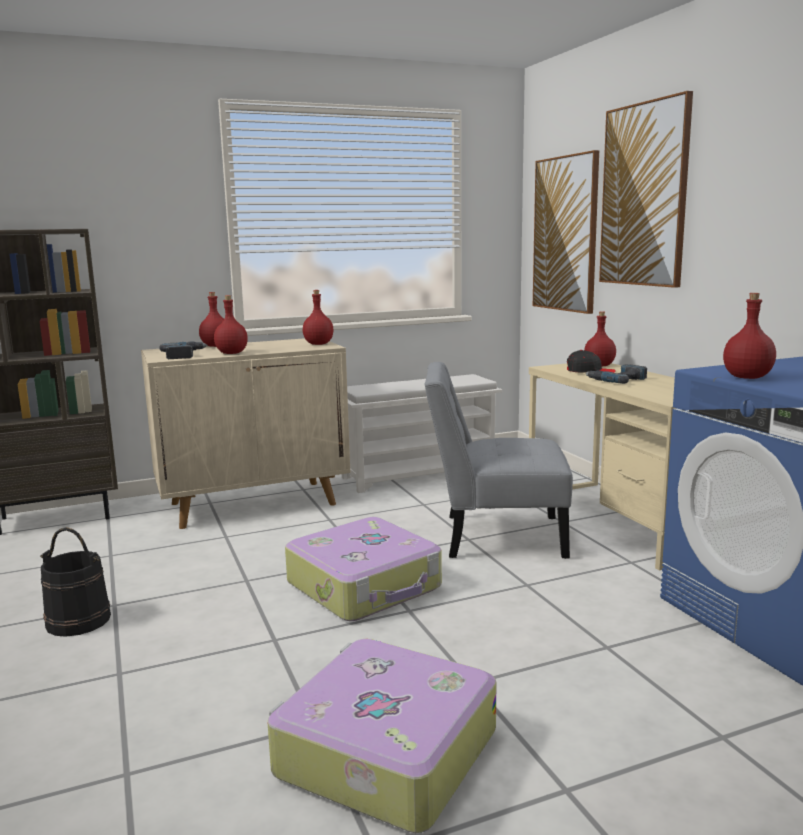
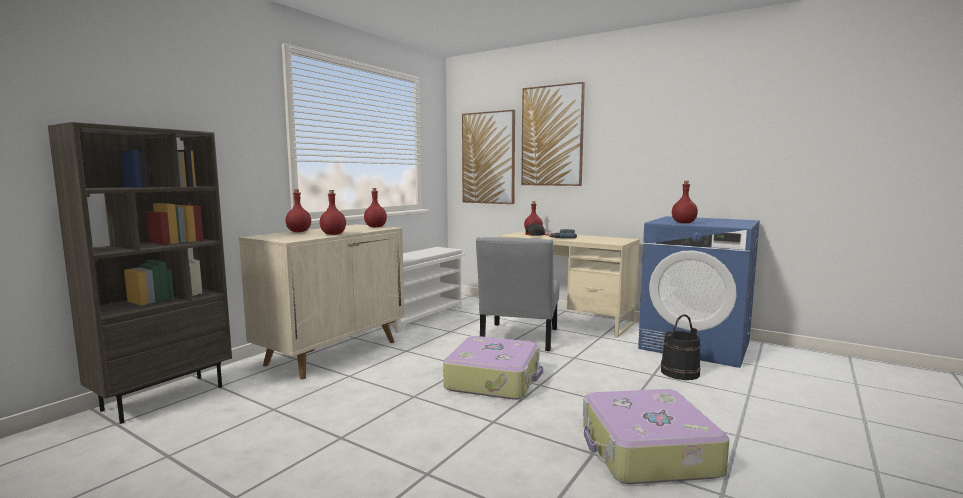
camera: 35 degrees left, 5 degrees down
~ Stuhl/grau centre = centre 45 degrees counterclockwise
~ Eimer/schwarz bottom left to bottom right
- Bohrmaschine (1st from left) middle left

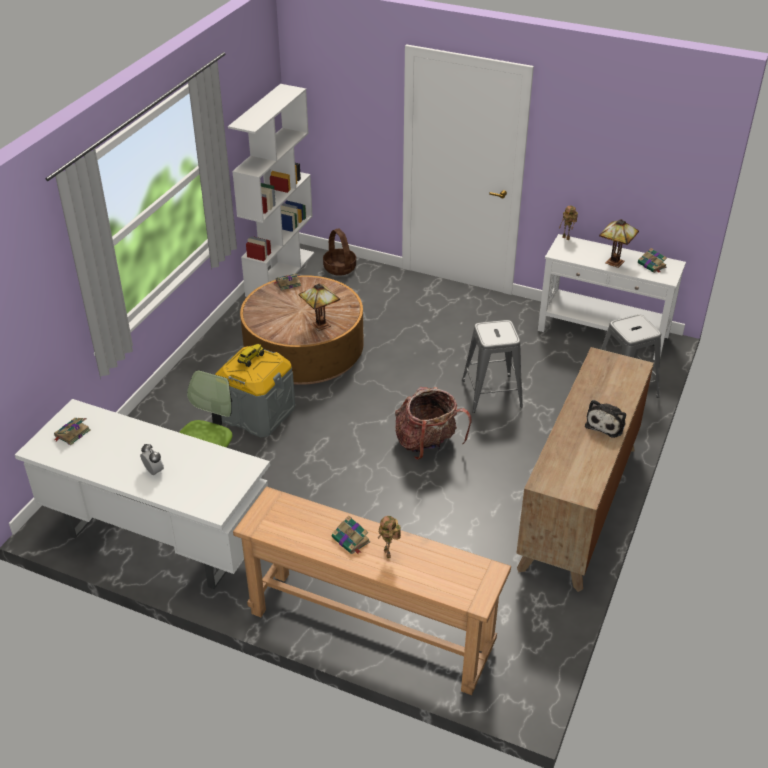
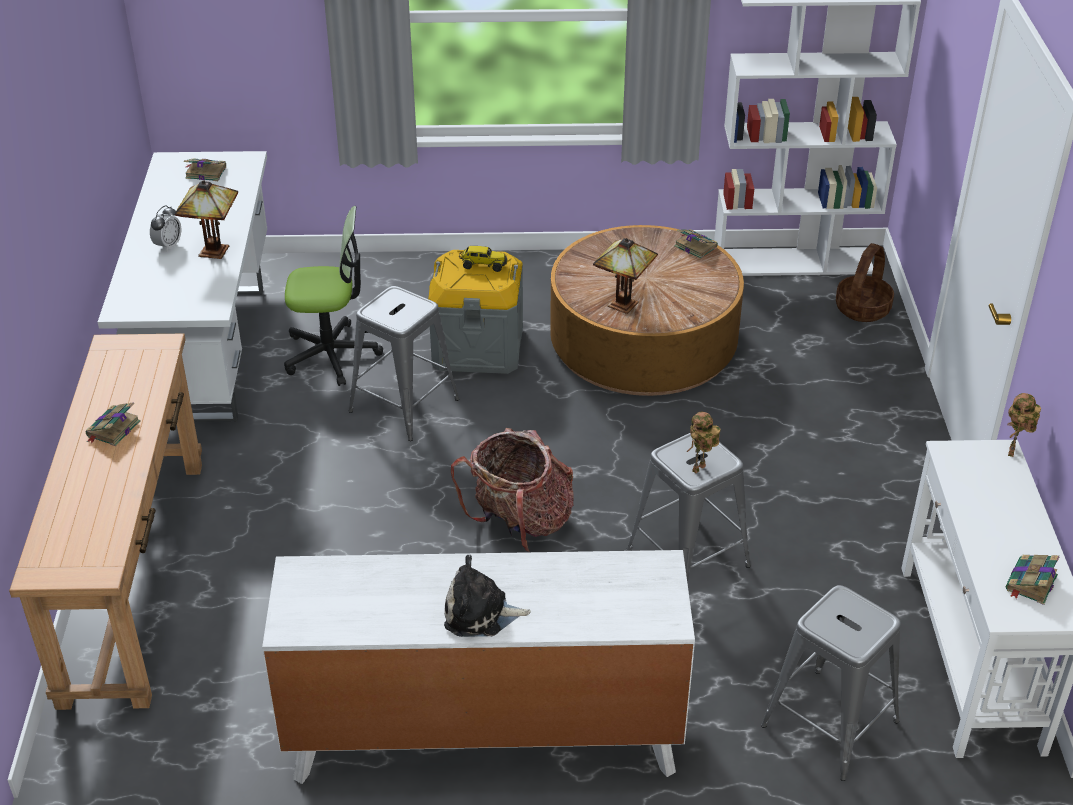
camera: 65 degrees right, 0 degrees up
~ Tischlampe (2nd from left in the first image) top right to Tischlampe (1st from left) top left
~ Kommode/braun middle right to Kommode/weiß bottom centre
+ Hocker/grau (1st from left) centre
~ Spielzeugroboter (1st from left) bottom centre to centre

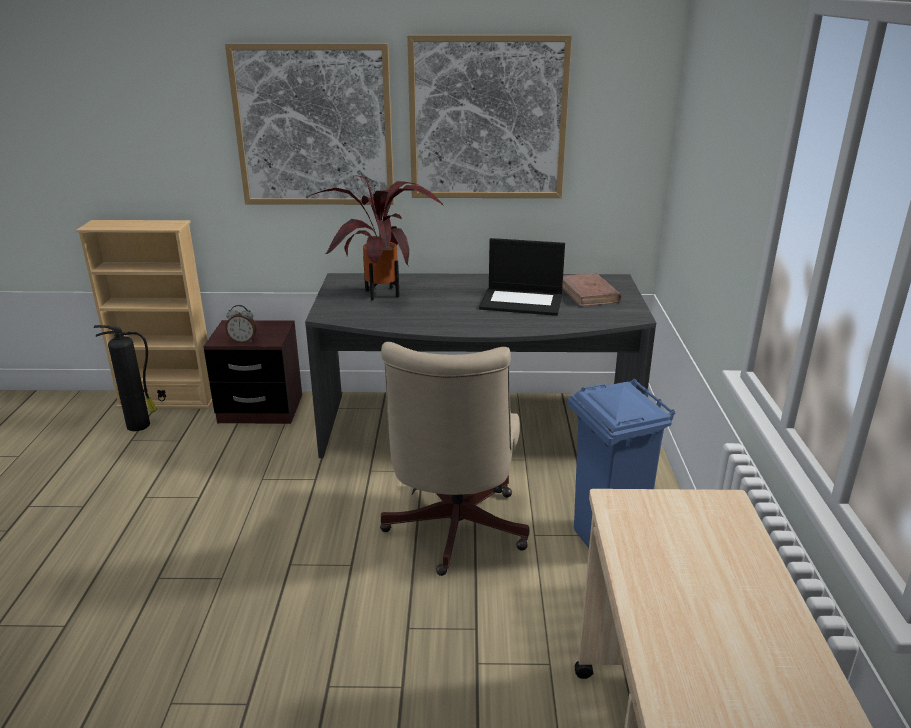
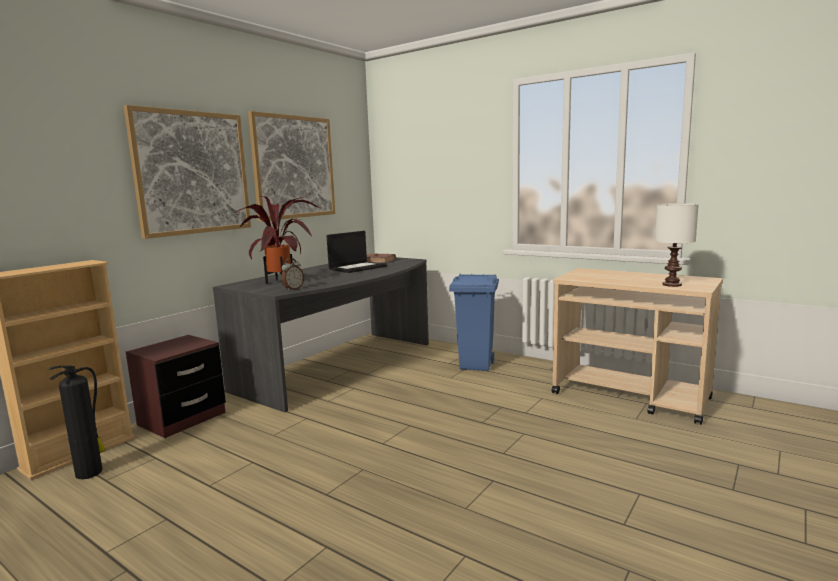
camera: 55 degrees left, 15 degrees down
~ Wecker middle left to centre
+ Tischlampe/weiß middle right
- Bürostuhl/beige centre

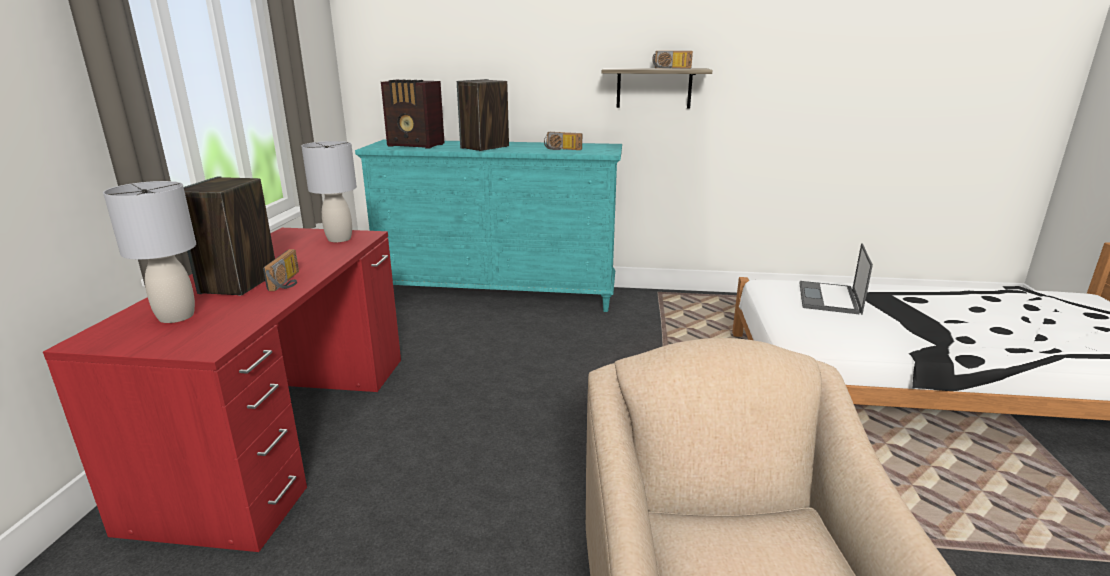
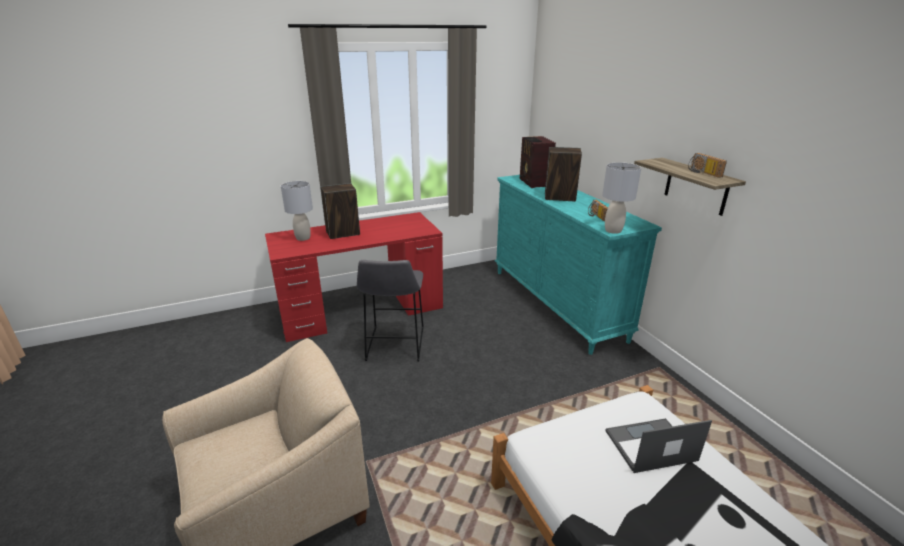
camera: 60 degrees right, 5 degrees up
+ Hocker/grau centre
~ Tischlampe/grau (2nd from left) top left to middle right
- Radio (1st from left) middle left

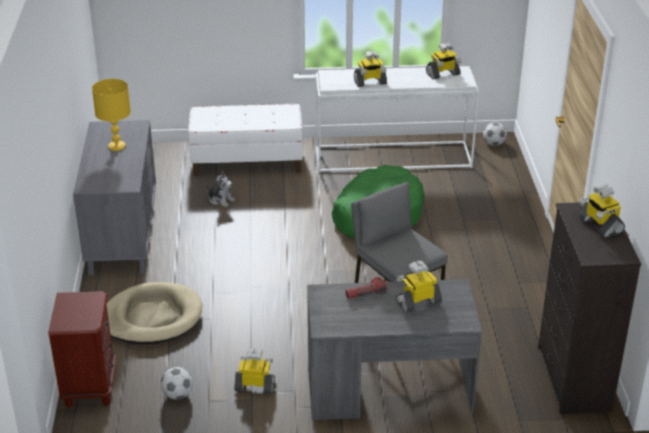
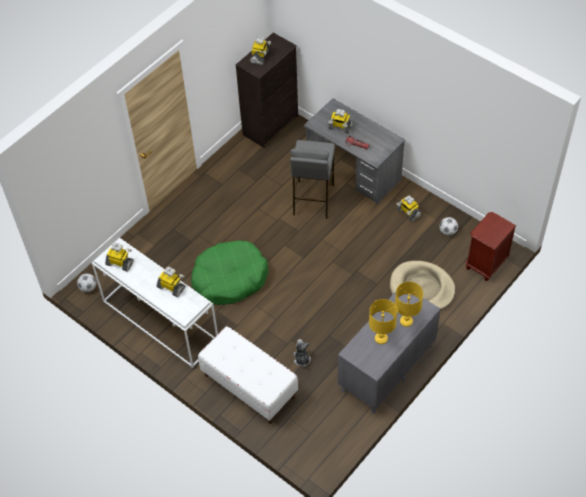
camera: 135 degrees left, 20 degrees up
+ Tischlampe/gelb (2nd from left) middle right

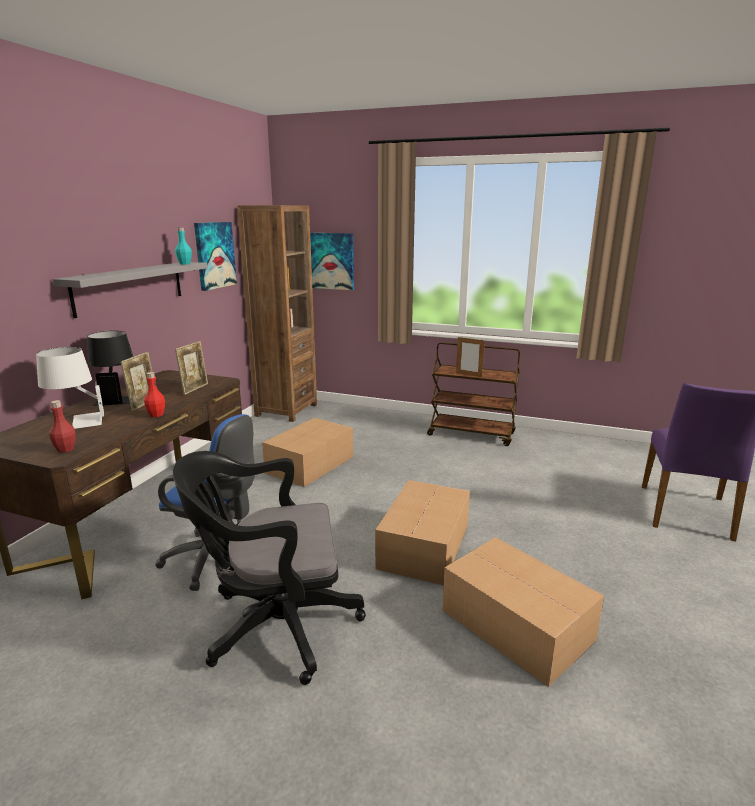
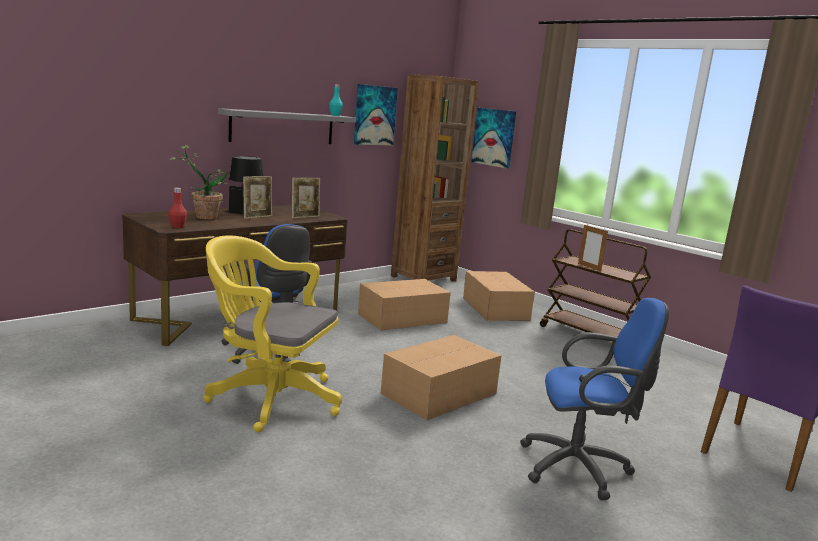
camera: 25 degrees right, 5 degrees down
~ Tischlampe/weiß middle left to Topfpflanze middle left
~ Bürostuhl/schwarz bottom centre to Bürostuhl/gelb middle left
~ Karton (3rd from left) bottom right to centre
+ Bürostuhl/blau (2nd from left) bottom right
- Flasche/rot (2nd from left) middle left

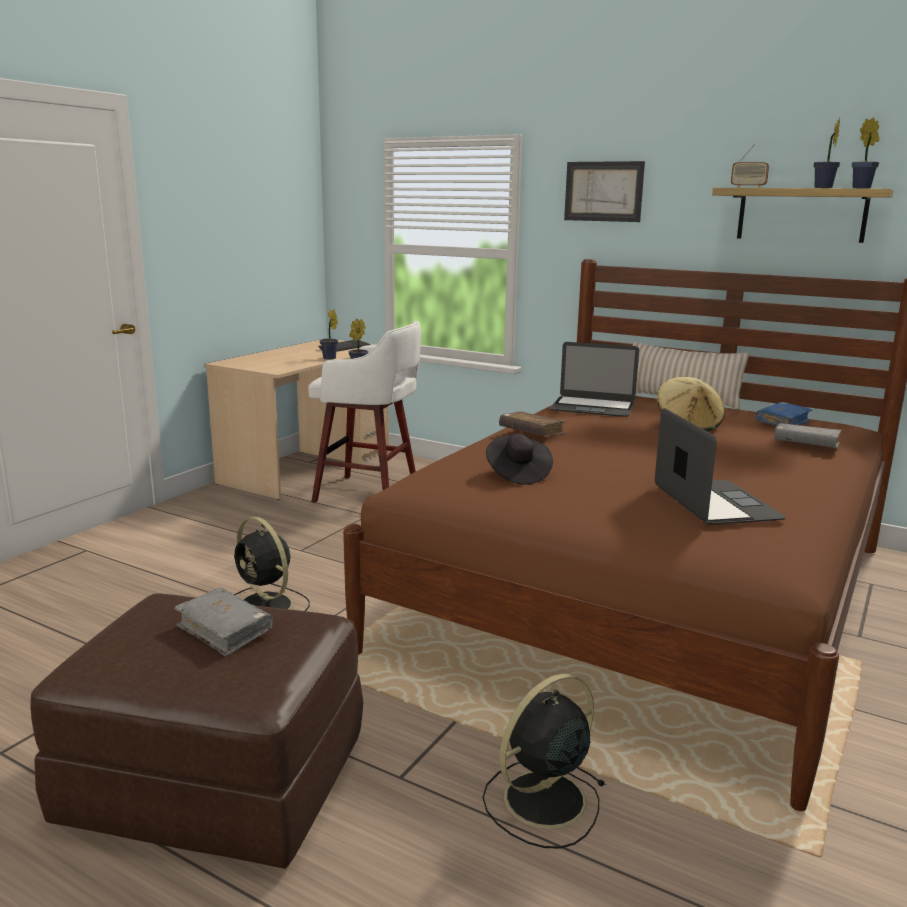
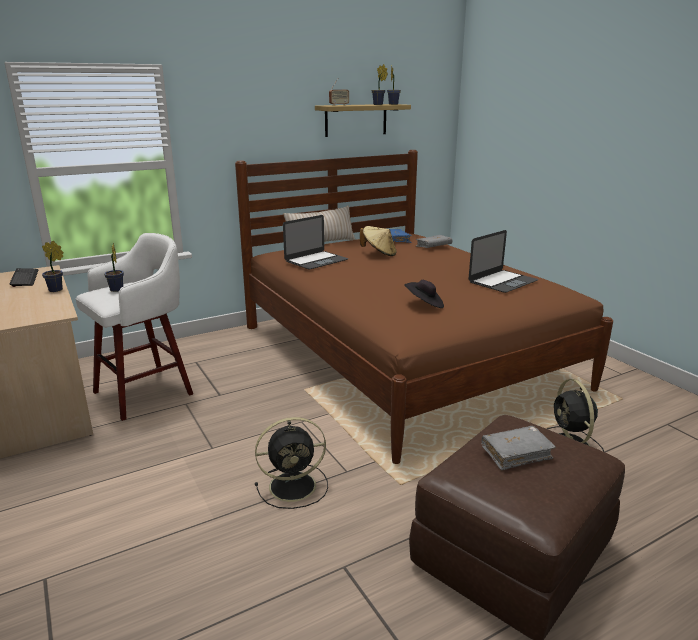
camera: 60 degrees left, 5 degrees up
~ Laptop (2nd from left) middle right = middle right 120 degrees clockwise
- Buch/braun centre
- Bild top centre

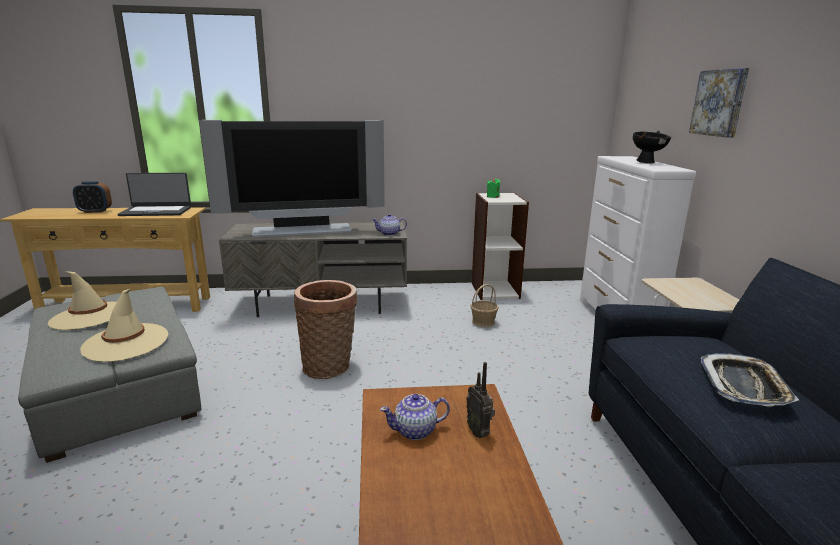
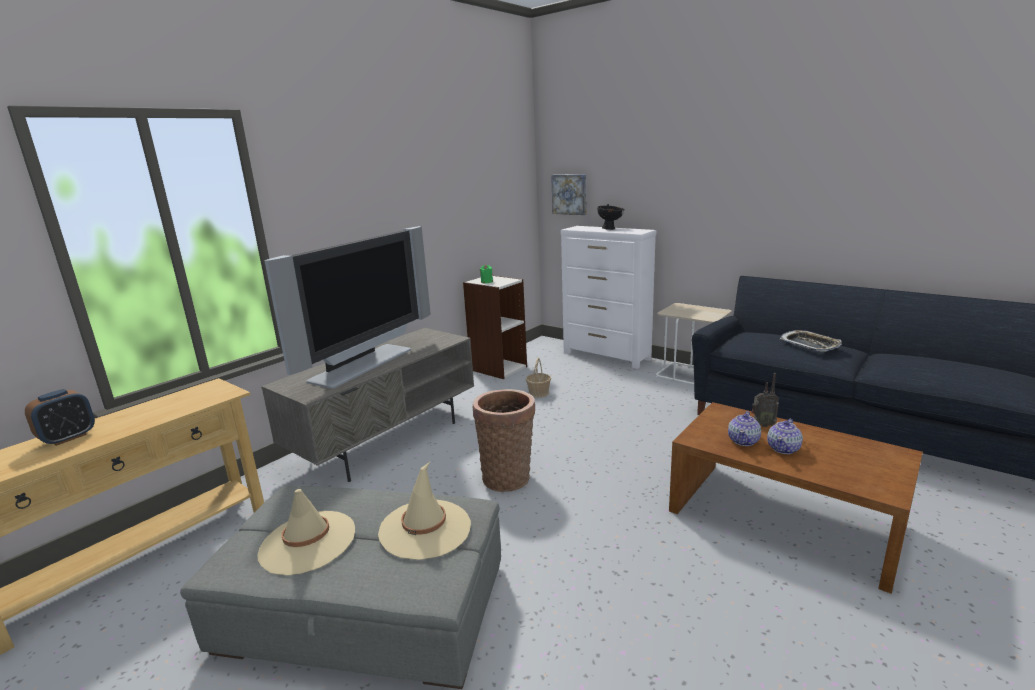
camera: 45 degrees left, 0 degrees up
~ Bild top right to top centre
~ Teekanne (1st from left in the first image) centre to Teekanne (2nd from left) middle right
- Laptop middle left

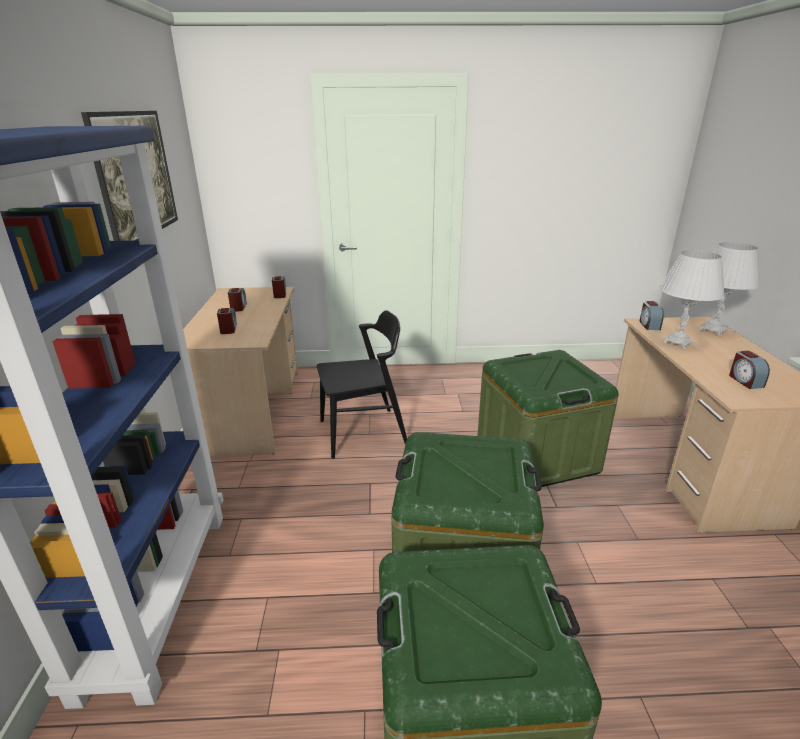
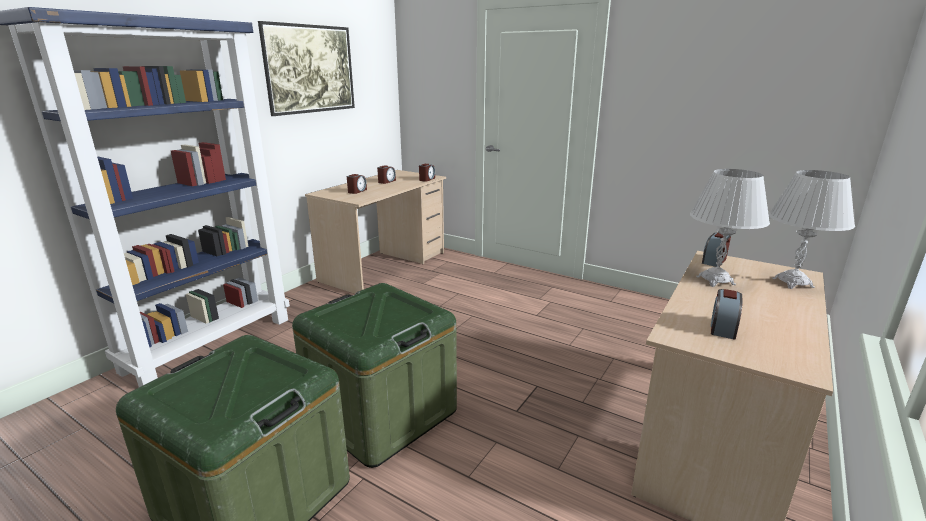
camera: 35 degrees right, 5 degrees down
- Stuhl/schwarz centre
- Aufbewahrungsbox/grün (3rd from left) middle right

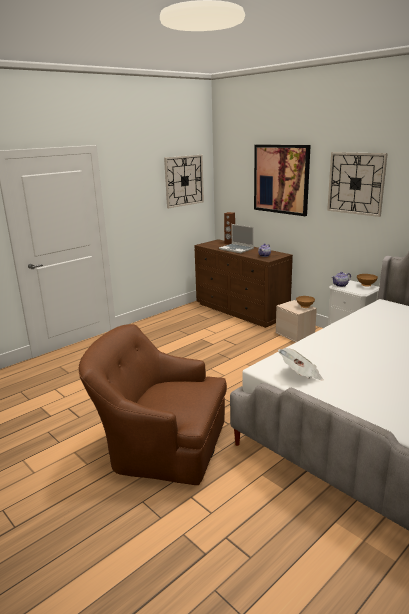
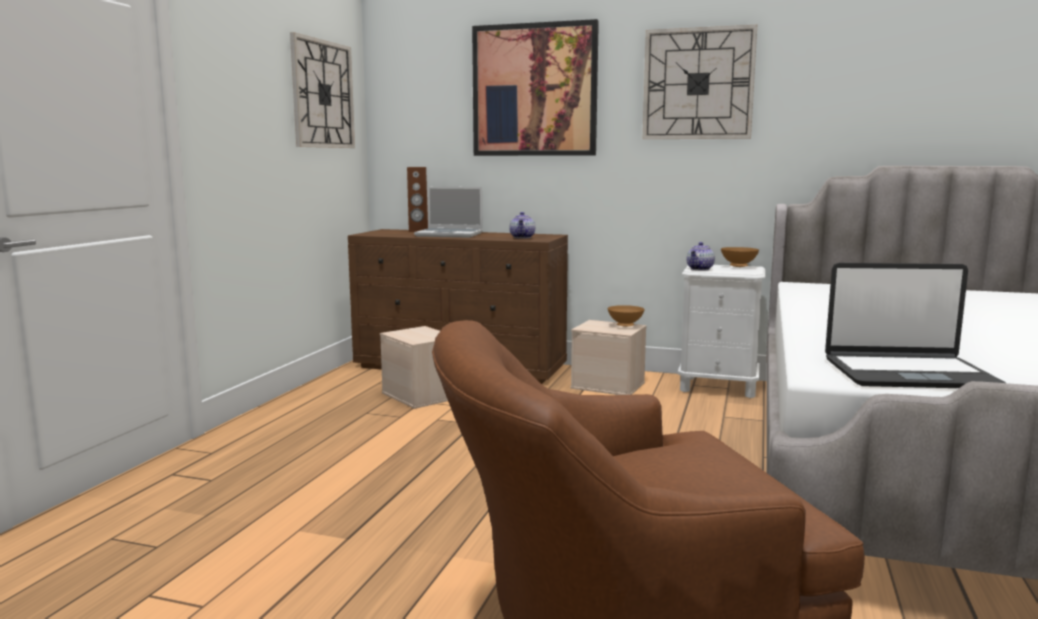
camera: 30 degrees left, 10 degrees down
+ Aufbewahrungsbox/beige (1st from left) centre
~ Zeitung middle right to Laptop (2nd from left) middle right

